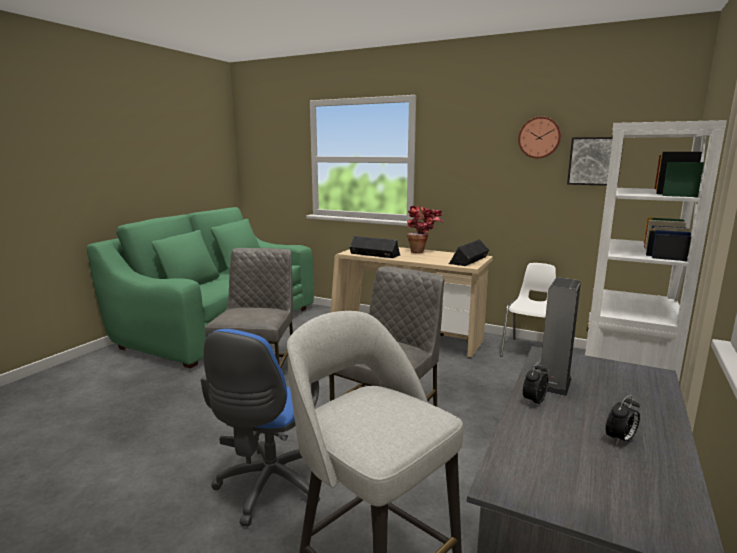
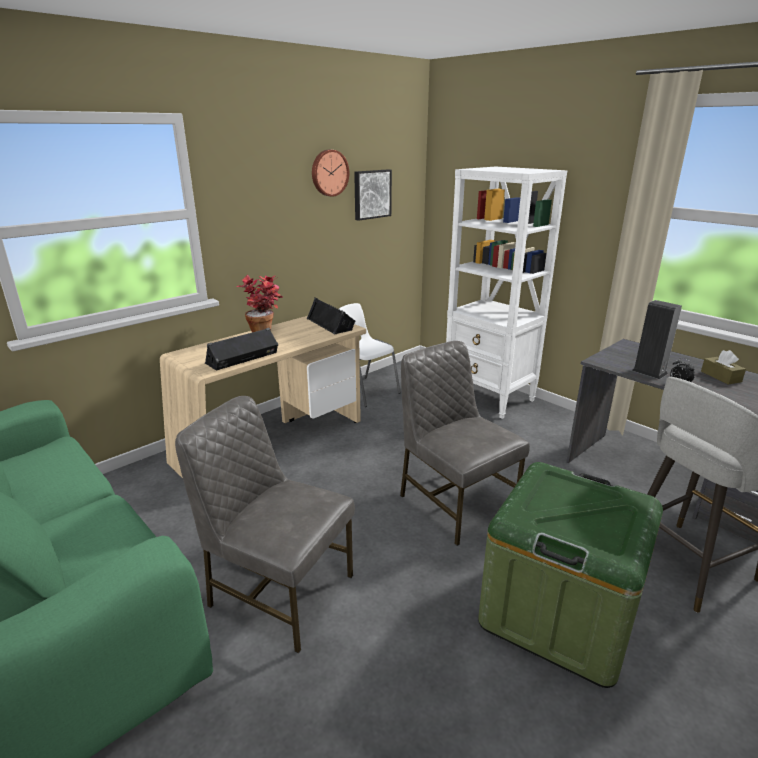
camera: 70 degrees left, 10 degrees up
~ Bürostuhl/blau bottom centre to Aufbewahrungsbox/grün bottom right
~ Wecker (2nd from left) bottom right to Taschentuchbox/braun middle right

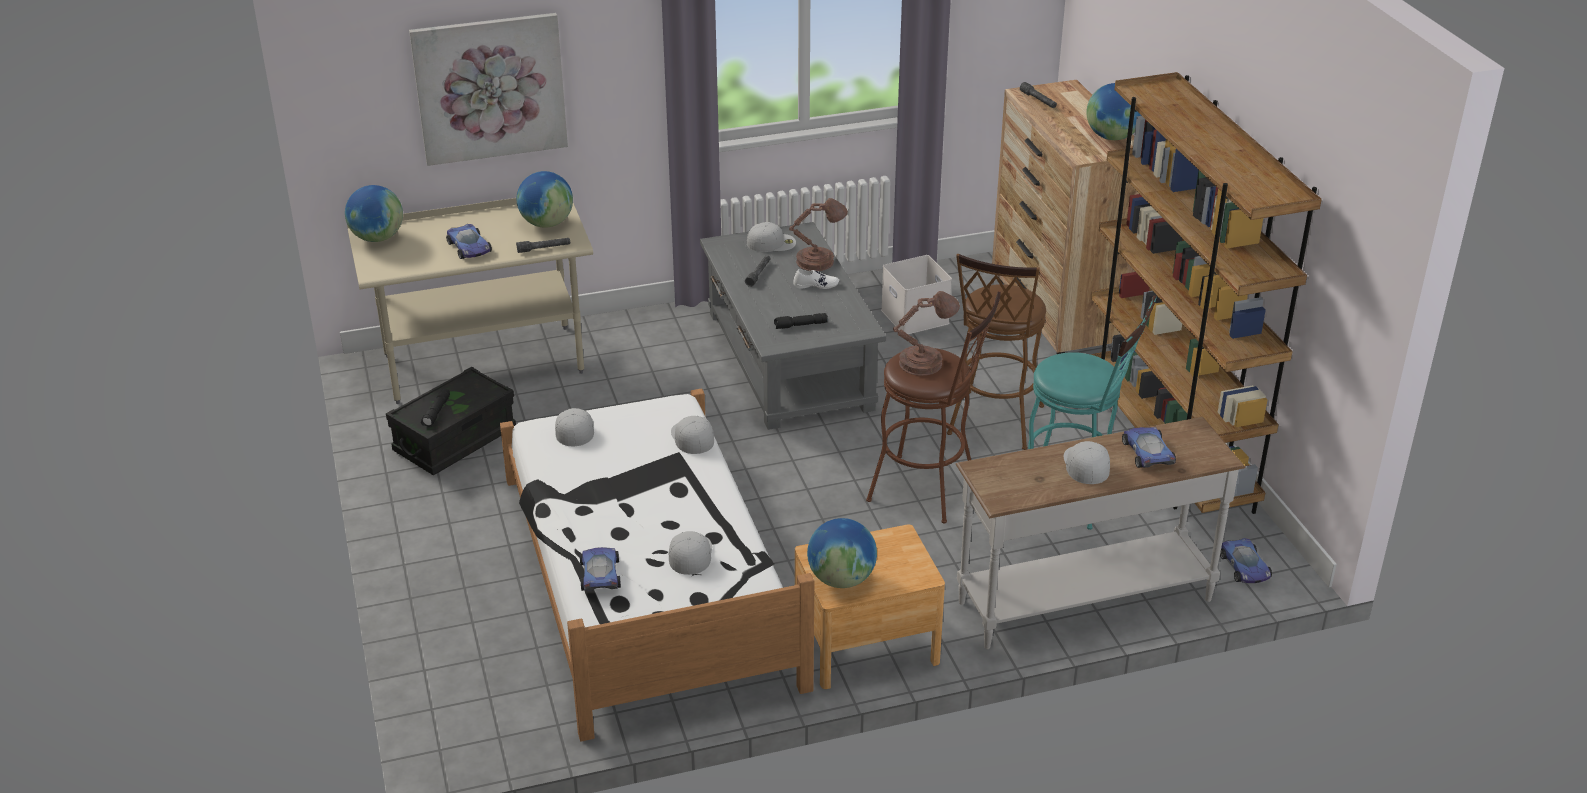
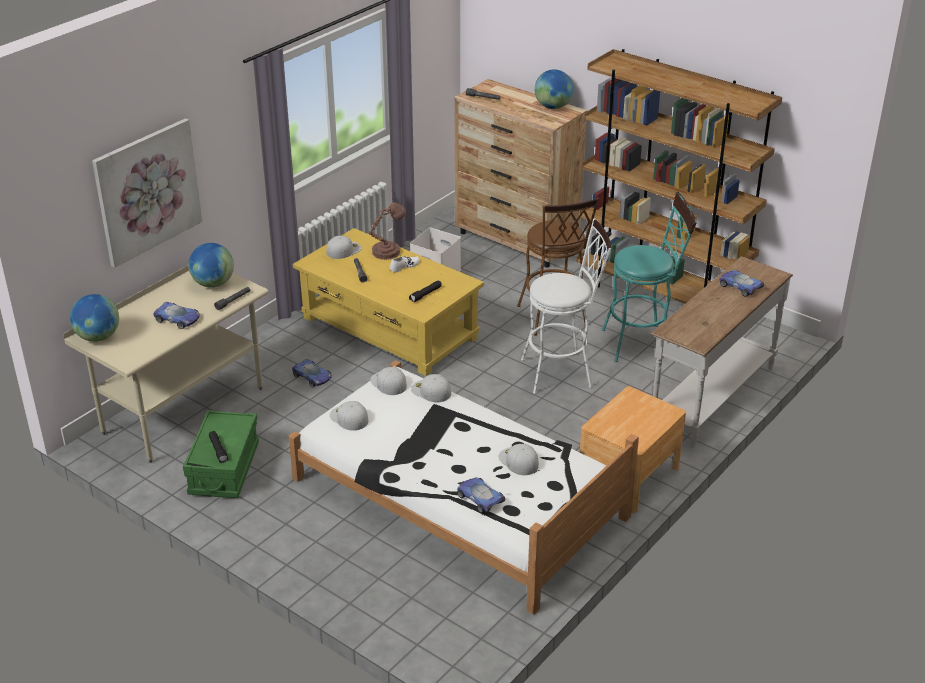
camera: 35 degrees left, 0 degrees up
~ Aufbewahrungsbox/schwarz middle left to Aufbewahrungsbox/grün middle left
~ Spielzeugauto (4th from left in the first image) bottom right to Spielzeugauto (2nd from left) centre
~ Couchtisch/grau centre to Couchtisch/gelb centre
~ Kappe/weiß (5th from left in the first image) middle right to Kappe/weiß (3rd from left) centre
~ Hocker/braun (1st from left) centre to Hocker/weiß centre
- Globus (3rd from left) bottom centre
- Tischlampe/braun (2nd from left) centre

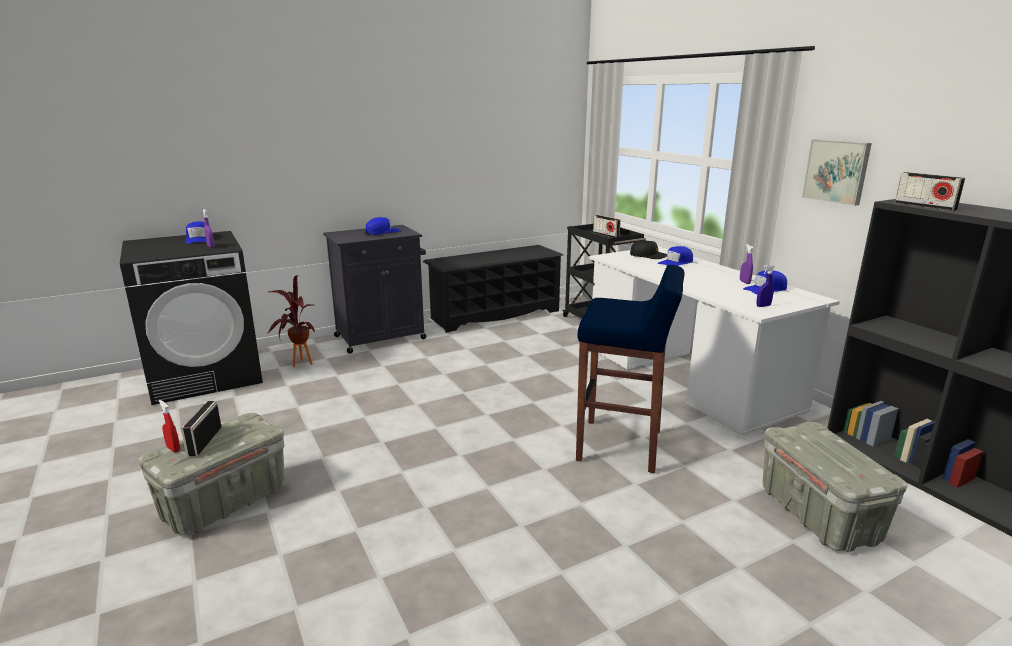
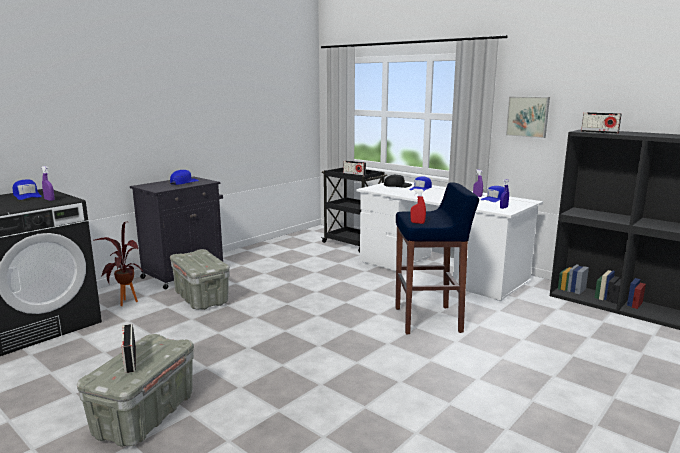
camera: 20 degrees left, 5 degrees down
~ Aufbewahrungsbox/grau (2nd from left) bottom right to middle left
~ Sprühflasche/rot middle left to centre
- Schuhregal/schwarz centre

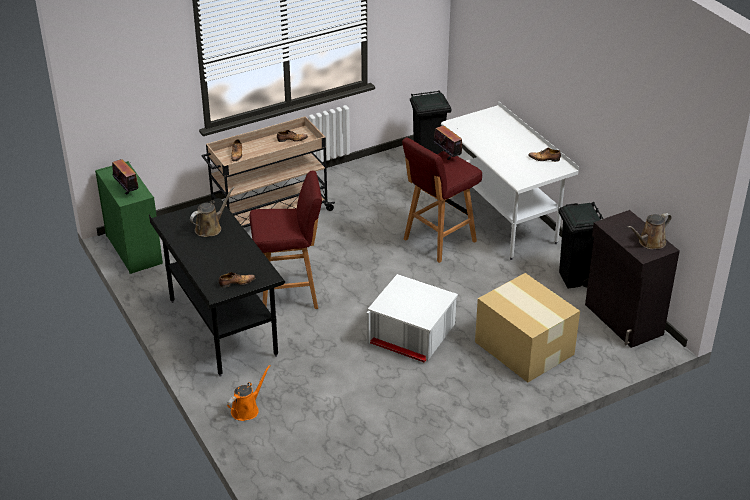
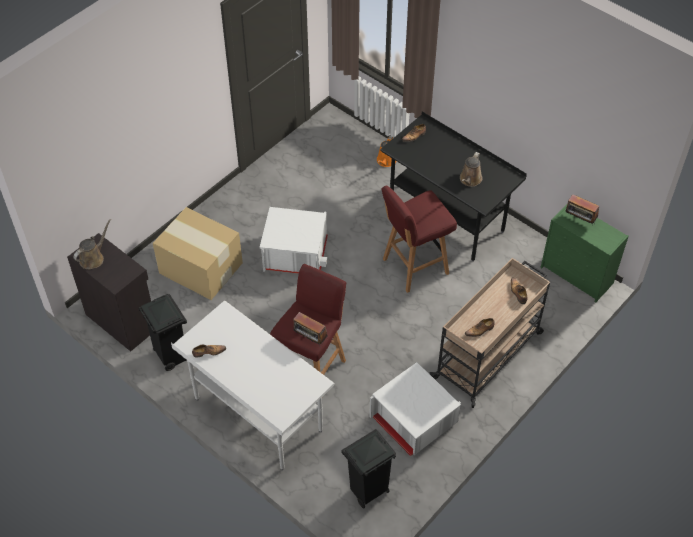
camera: 160 degrees right, 15 degrees up
+ Aufbewahrungsbox/weiß (2nd from left) bottom centre

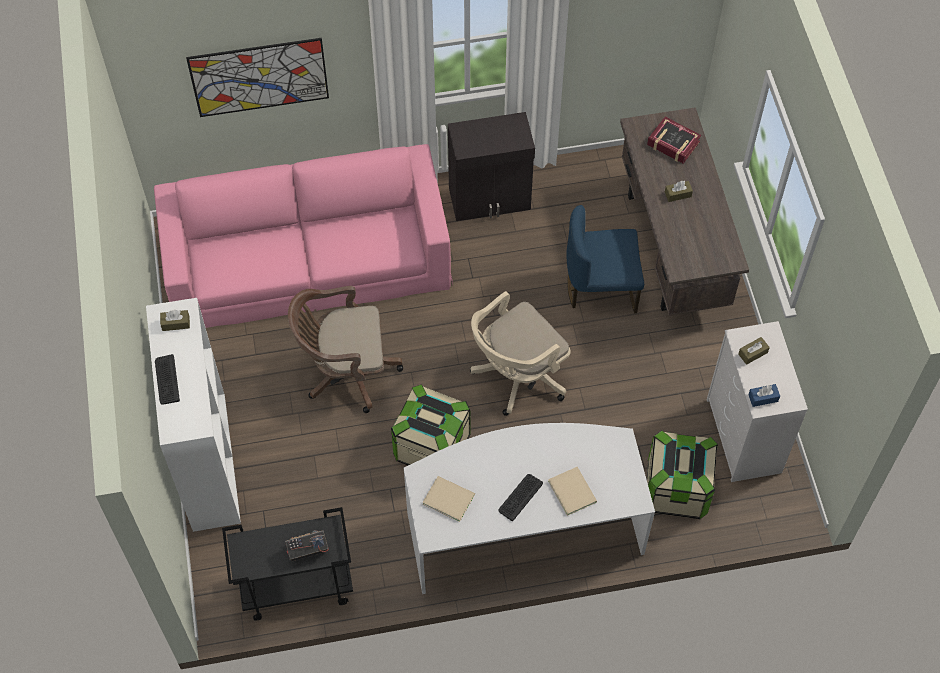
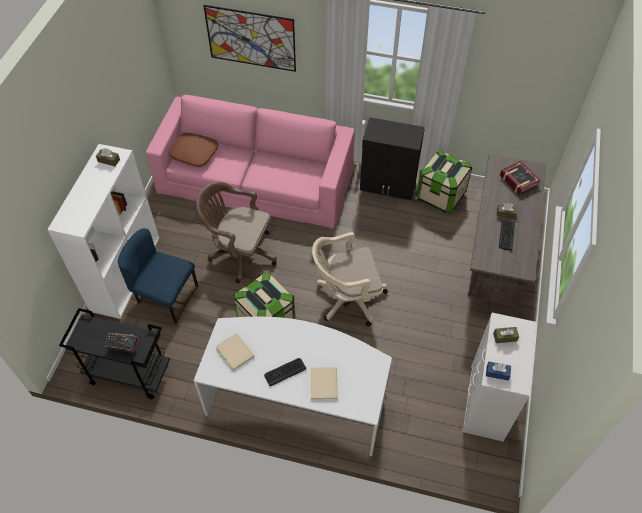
camera: 25 degrees right, 5 degrees down
~ Stuhl/blau centre to middle left
+ Kissen/braun top left
~ Aufbewahrungsbox (2nd from left) bottom right to middle right
~ Tastatur (1st from left in the first image) middle left to Tastatur (2nd from left) middle right

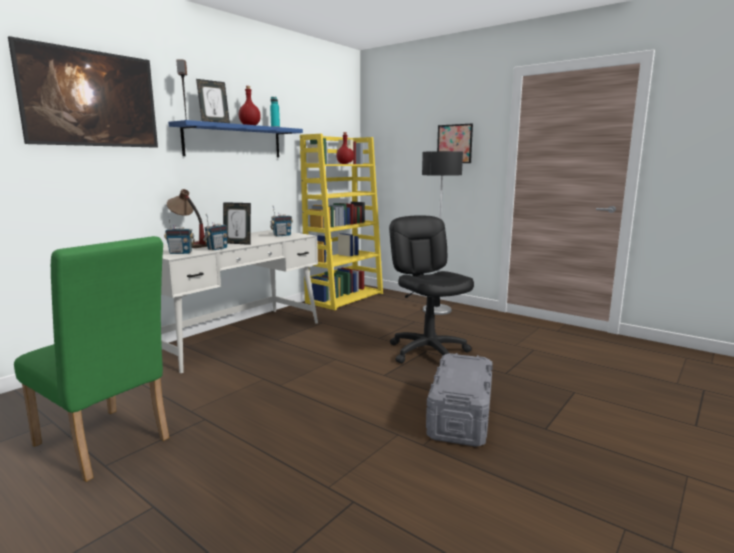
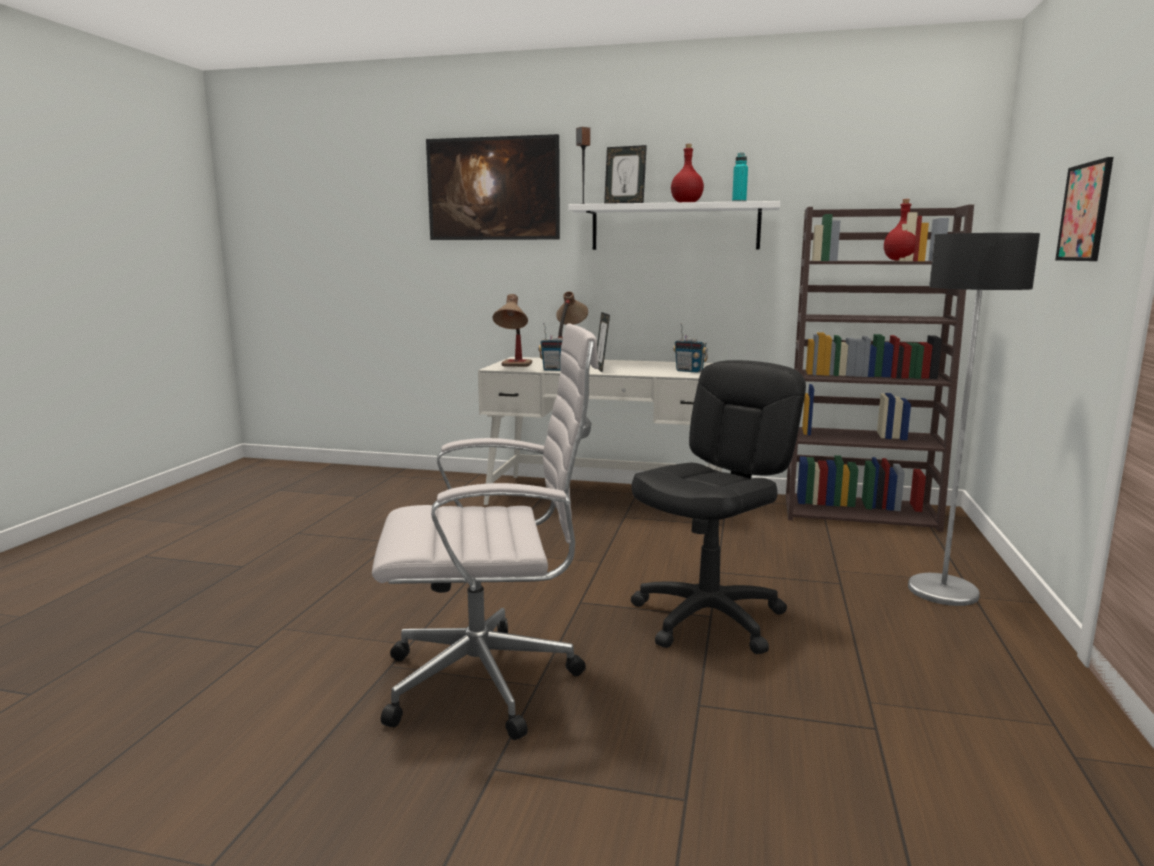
camera: 65 degrees right, 0 degrees up
~ Aufbewahrungsbox/grau bottom centre to Bürostuhl/weiß centre
~ Radio (1st from left) middle left to Tischlampe (1st from left) centre
~ Wandregal/blau top left to Wandregal/weiß top centre
~ Bücherregal/gelb centre to Bücherregal/braun middle right
- Stuhl/grün middle left

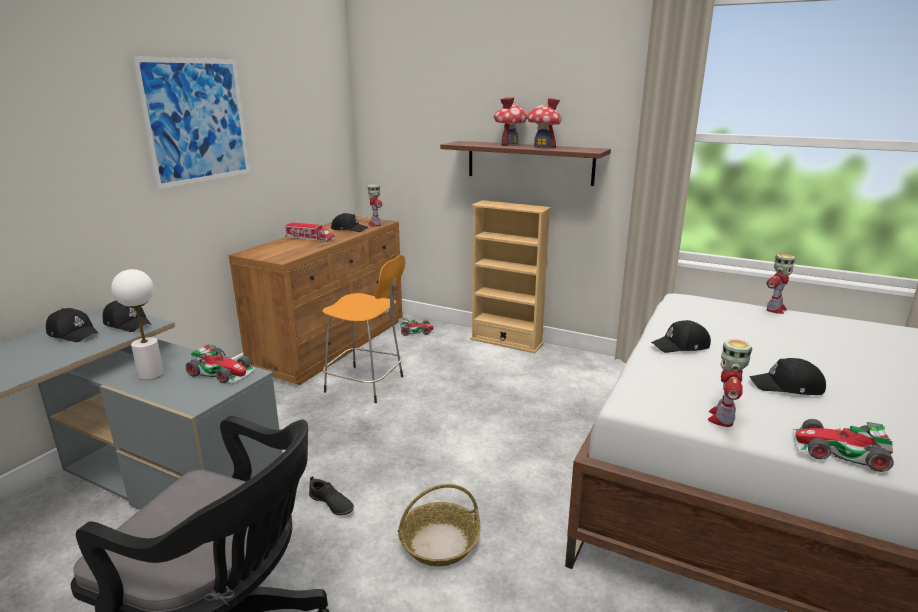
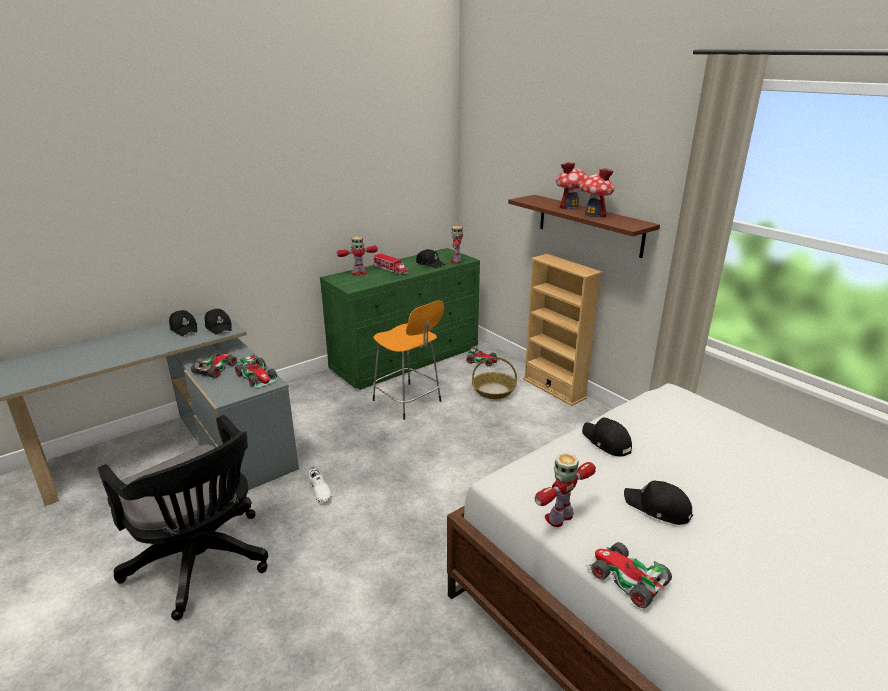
camera: 25 degrees right, 5 degrees up
~ Tischlampe/weiß middle left to Spielzeugauto (1st from left) middle left
~ Schuh/schwarz bottom centre to Schuh/weiß bottom centre
~ Kommode/braun centre to Kommode/grün centre
~ Spielzeugroboter (3rd from left in the first image) middle right to Spielzeugroboter (1st from left) centre
~ Korb bottom centre to centre
~ Kappe/schwarz (4th from left) middle right = middle right 45 degrees clockwise
- Bild top left

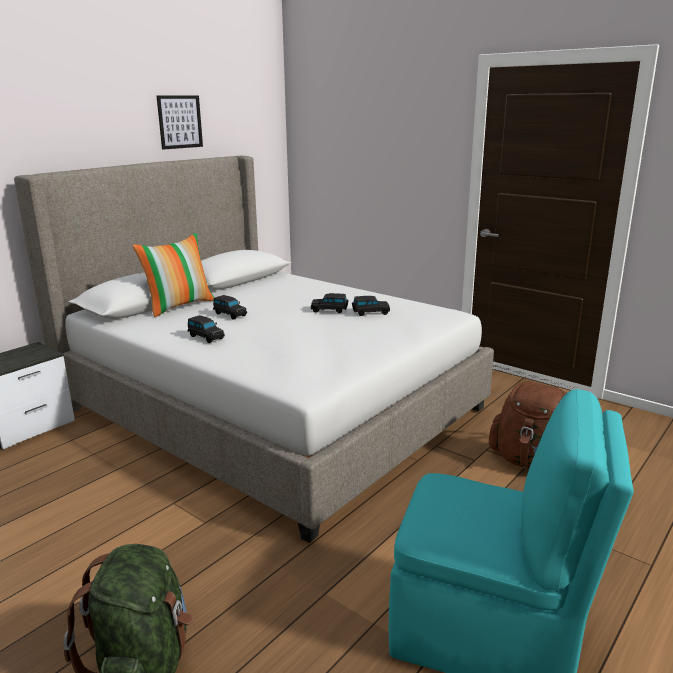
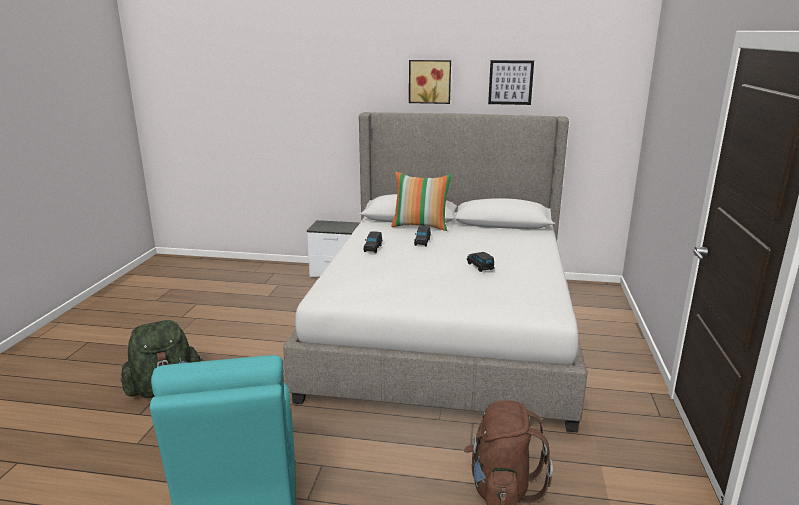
camera: 60 degrees right, 0 degrees up
+ Bild (1st from left) top centre
- Spielzeugauto/schwarz (4th from left) centre

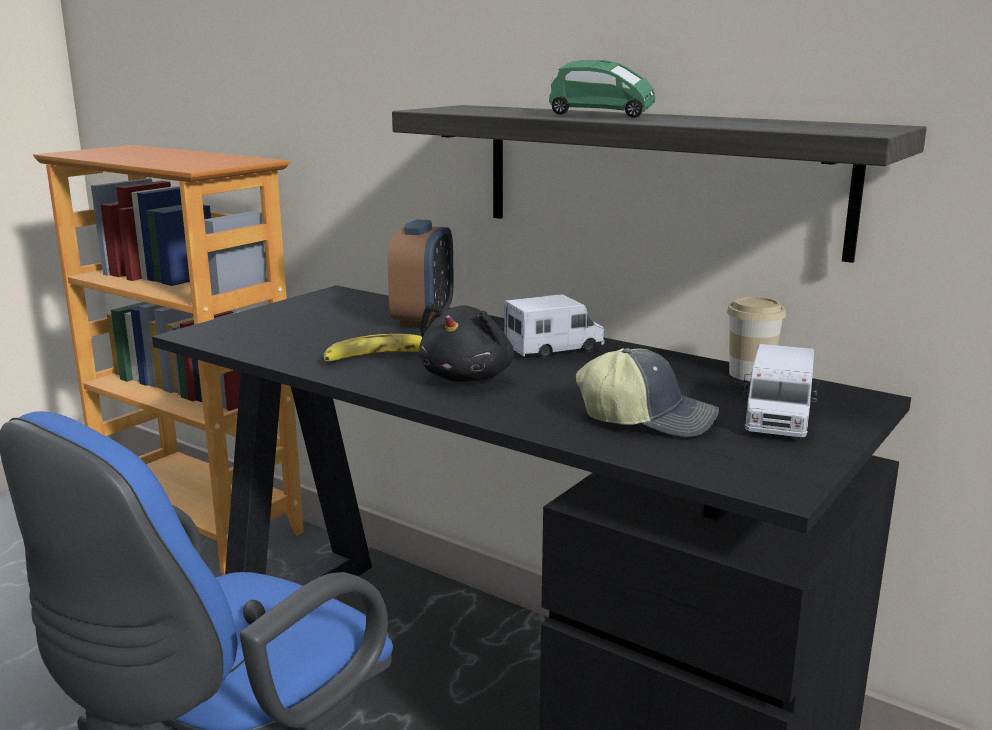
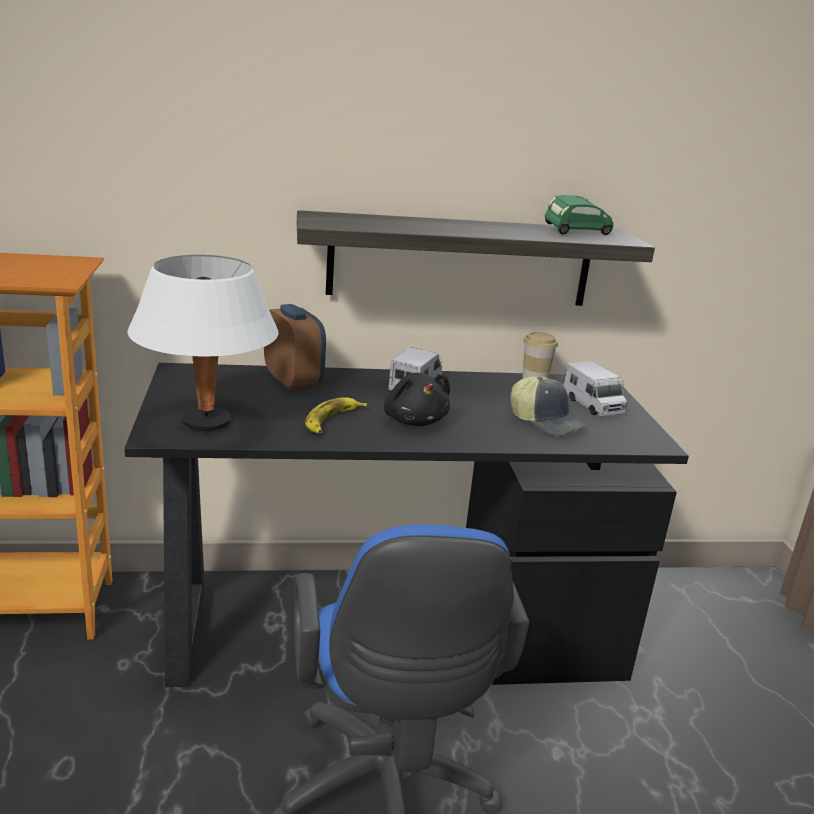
camera: 45 degrees left, 5 degrees up
+ Tischlampe/weiß middle left
~ Kappe centre = middle right 75 degrees clockwise
~ Spielzeugauto/grün top centre to top right

